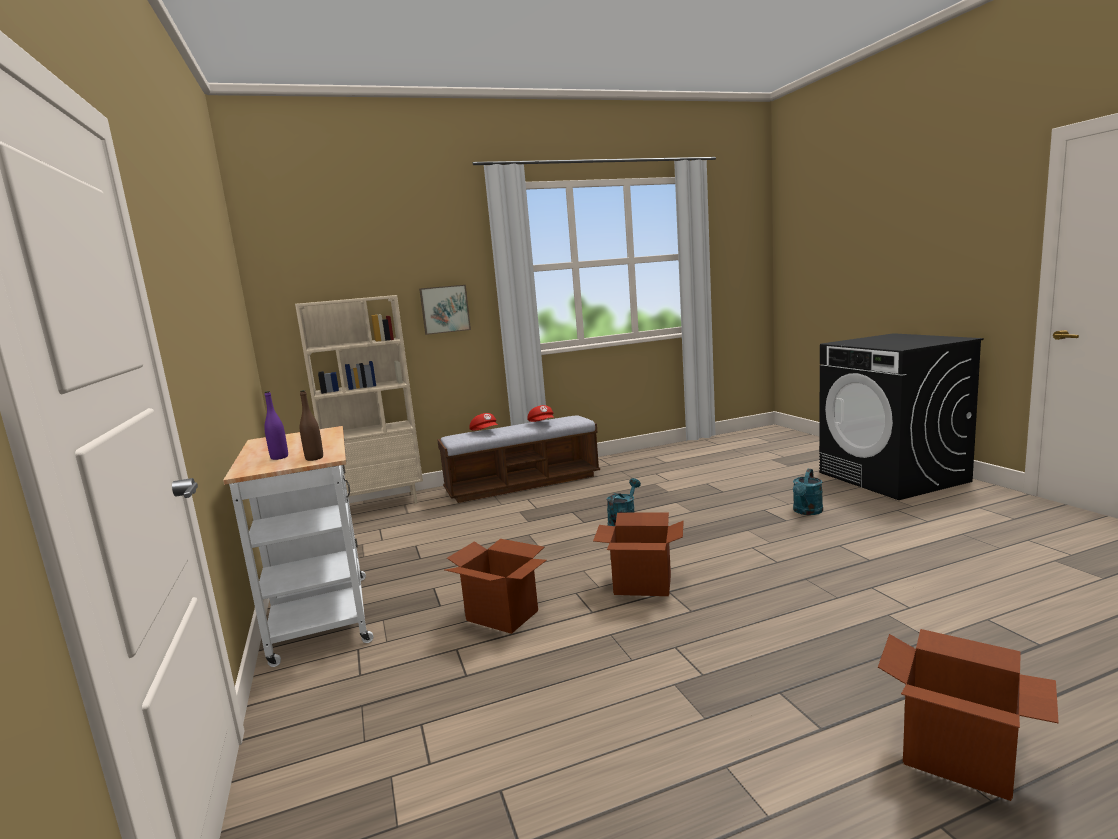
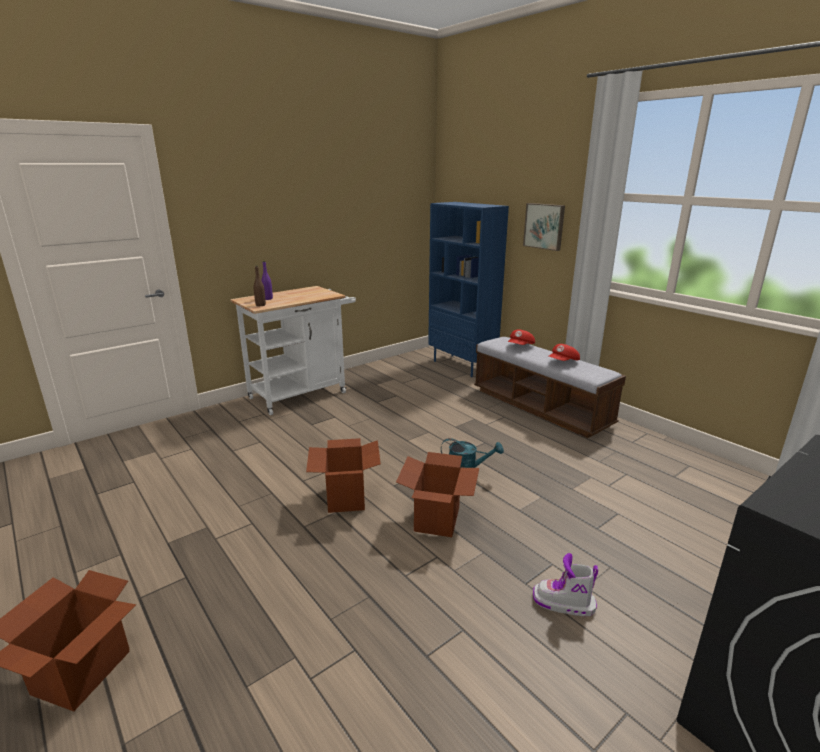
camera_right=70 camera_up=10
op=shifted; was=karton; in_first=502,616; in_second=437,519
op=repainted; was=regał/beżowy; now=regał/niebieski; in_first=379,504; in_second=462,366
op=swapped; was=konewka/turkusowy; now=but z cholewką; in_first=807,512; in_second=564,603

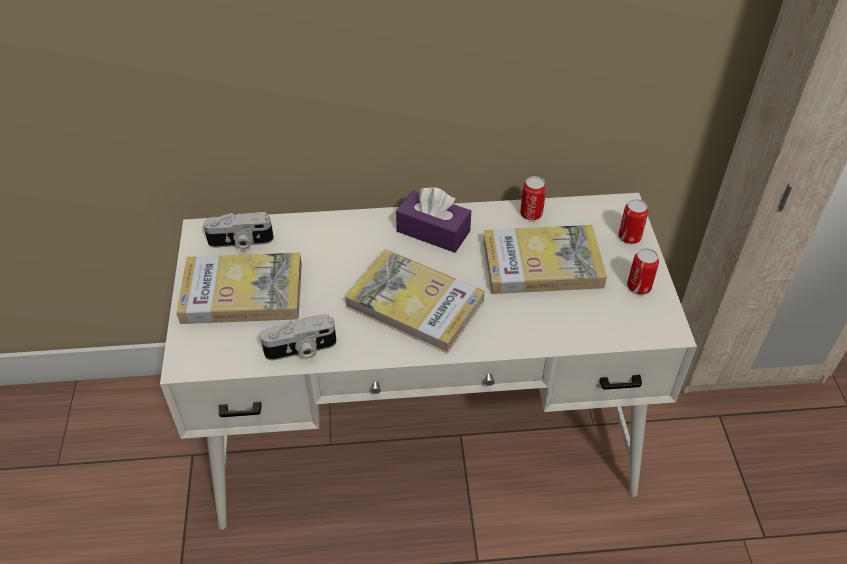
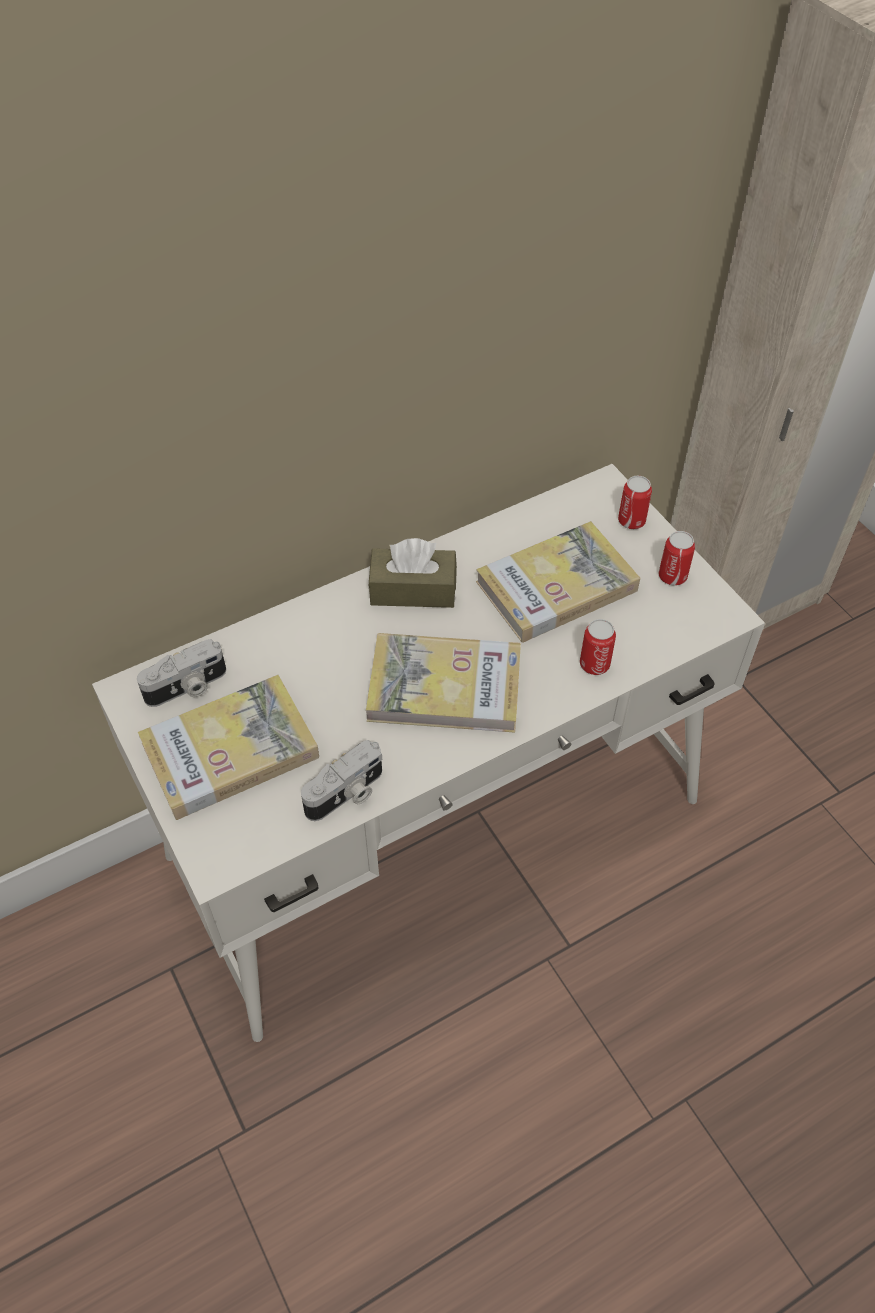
camera_right=-25 camera_up=5
op=repainted; was=pudełko chusteczek/fioletowy; now=pudełko chusteczek/brązowy; in_first=433,231; in_second=413,590
op=shifted; was=puszka; in_first=531,214; in_second=594,664

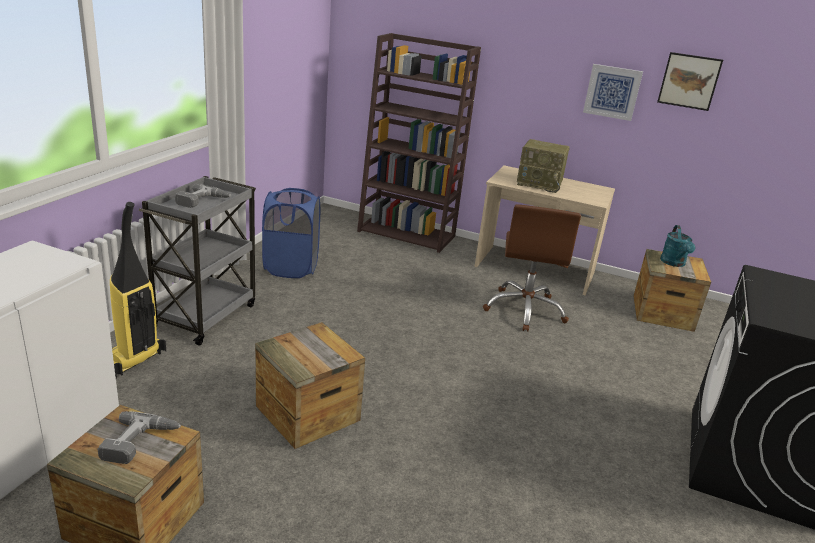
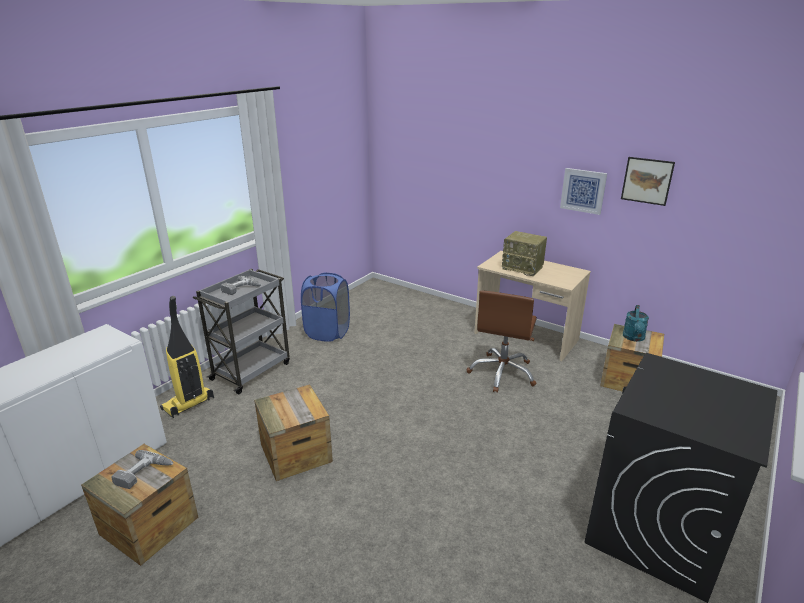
camera_right=15 camera_up=0
op=gone; was=regał/brązowy; in_first=407,234

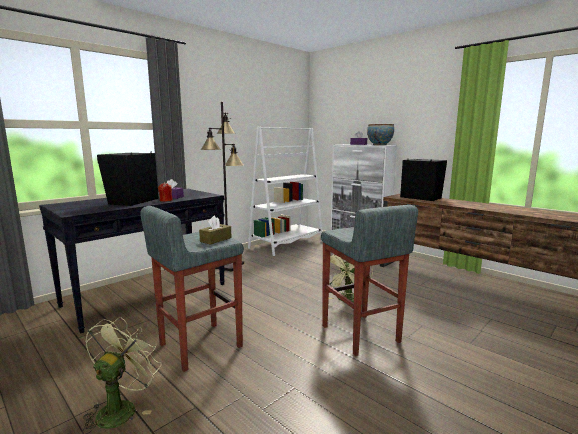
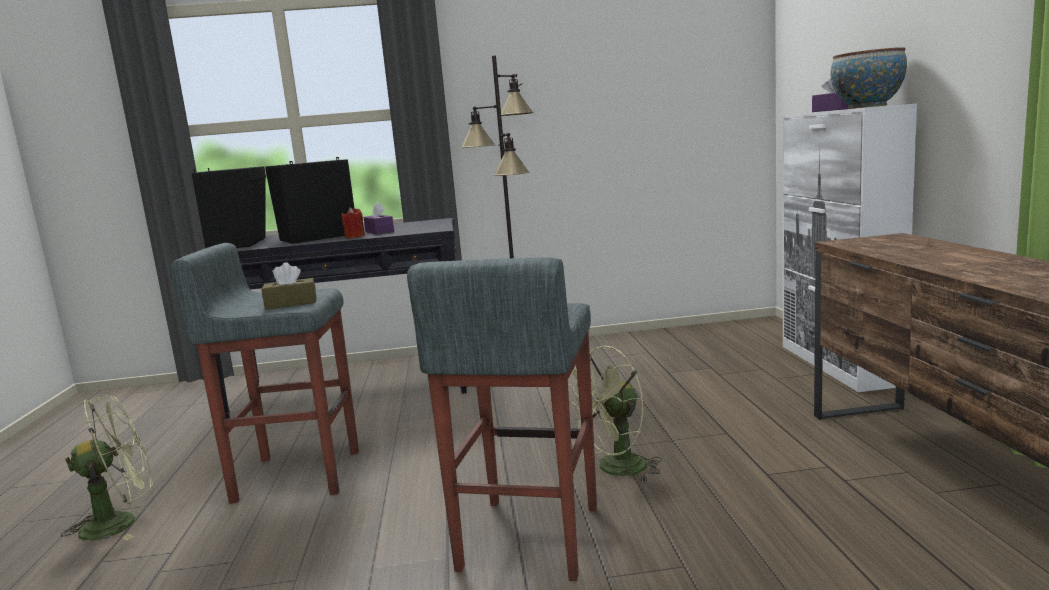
camera_right=40 camera_up=0
op=shifted; was=głośnik/czarny; in_first=420,197; in_second=241,243
op=gone; was=regał/biały; in_first=287,244

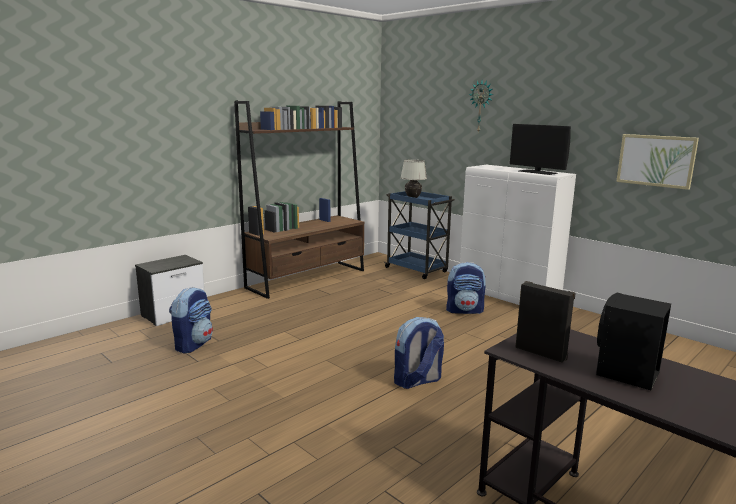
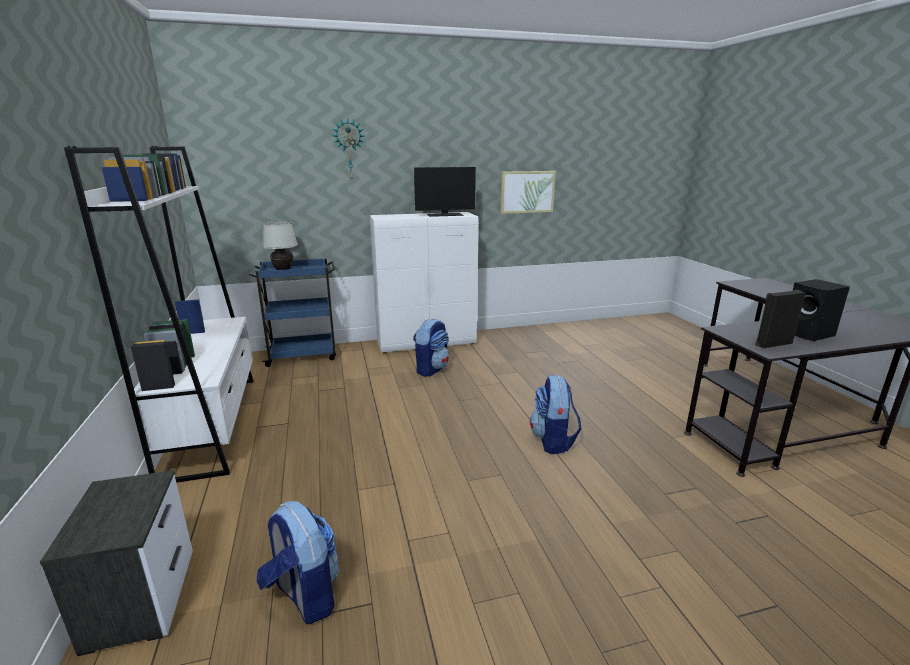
camera_right=-60 camera_up=5
op=repainted; was=regał/brązowy; now=regał/biały; in_first=307,279; in_second=212,423

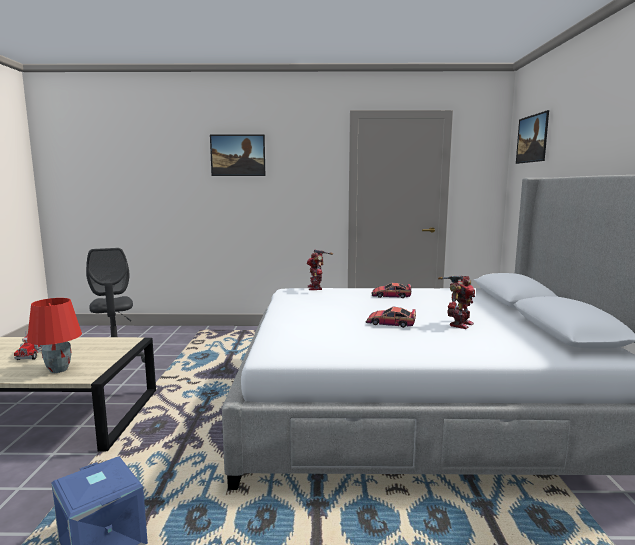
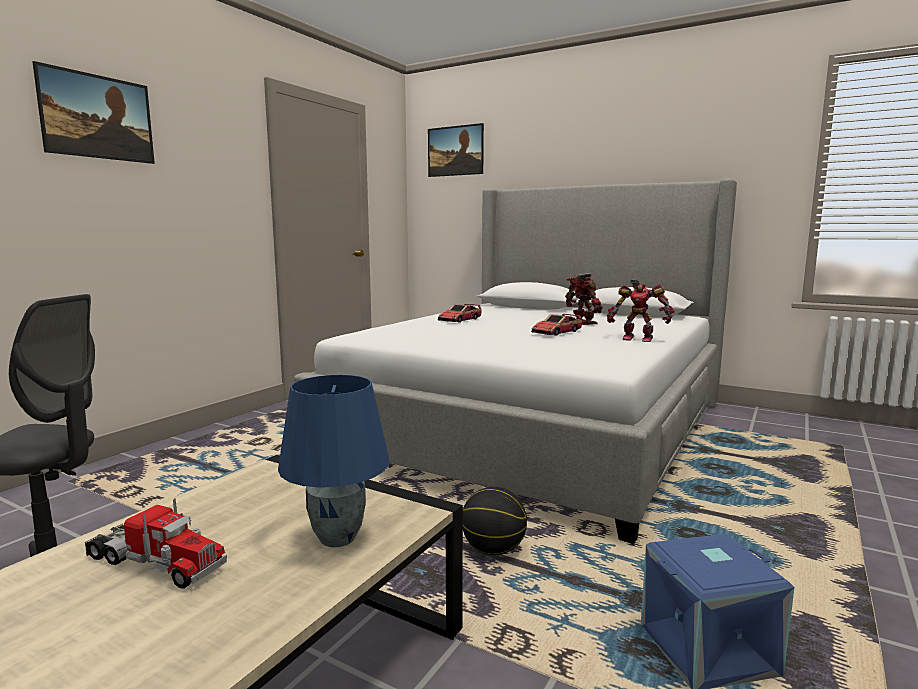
camera_right=-60 camera_up=0
op=repainted; was=lampa stołowa/czerwony; now=lampa stołowa/niebieski; in_first=58,370; in_second=339,538
op=new; now=piłka do koszykówki; in_second=493,549
op=shifted; was=robot zabawkowy; in_first=316,288; in_second=637,339

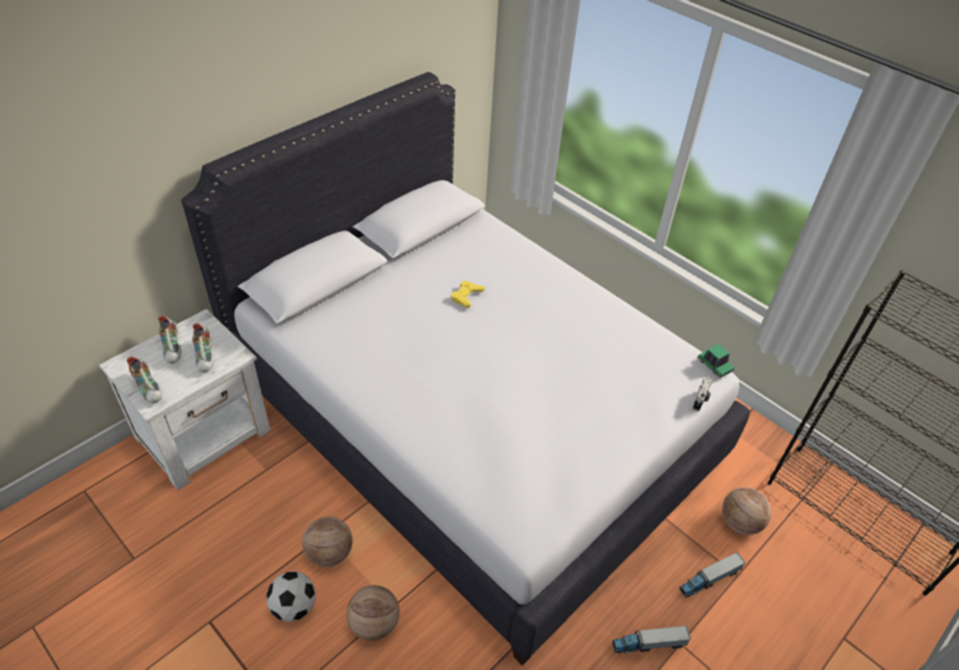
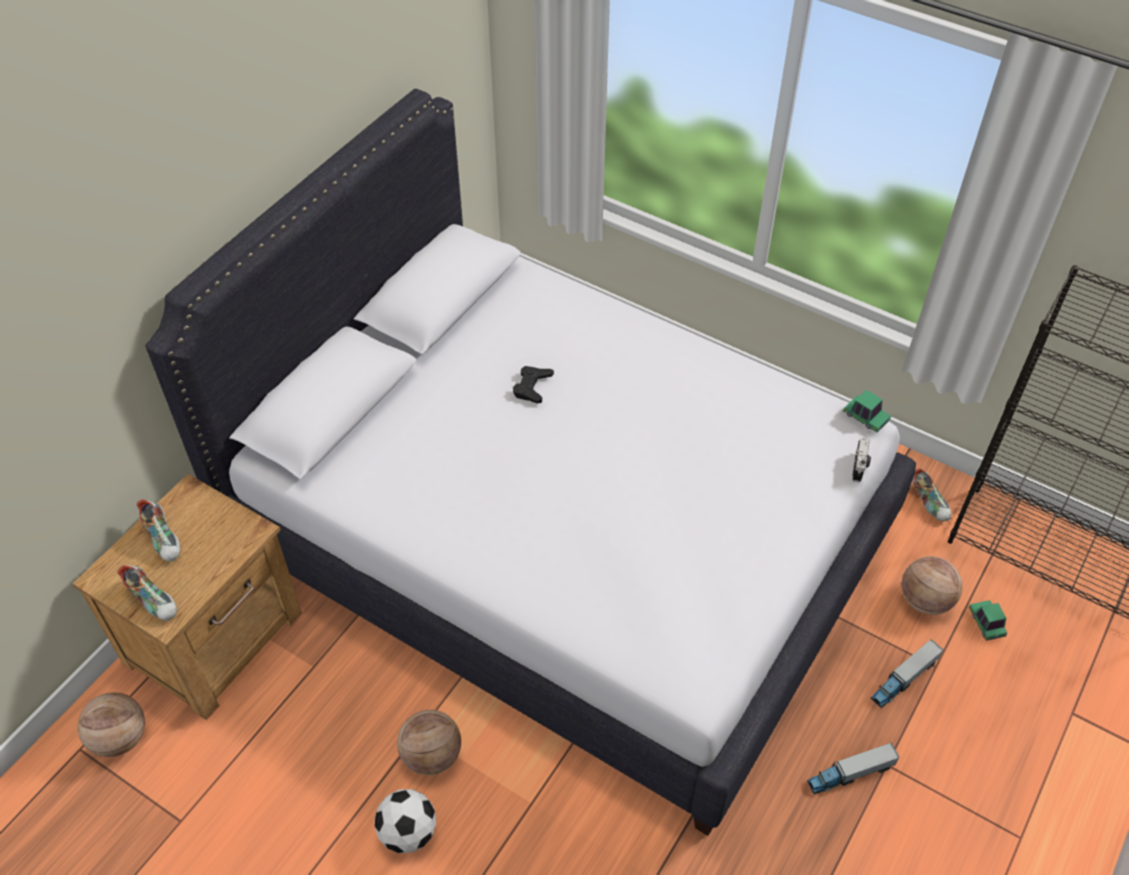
camera_right=-10 camera_up=5
op=repainted; was=szafka nocna/biały; now=szafka nocna/brązowy; in_first=205,434; in_second=216,637
op=shifted; was=piłka do koszykówki; in_first=374,623; in_second=120,738
op=repainted; was=pad do gier/żółty; now=pad do gier/czarny; in_first=466,296; in_second=532,387
op=shifted; was=but; in_first=206,356; in_second=929,502
op=new; now=samochodzik; in_second=986,623

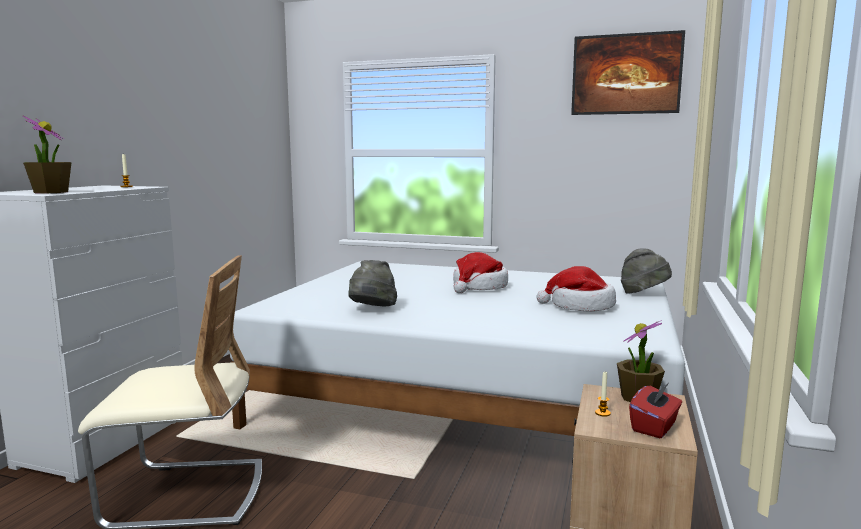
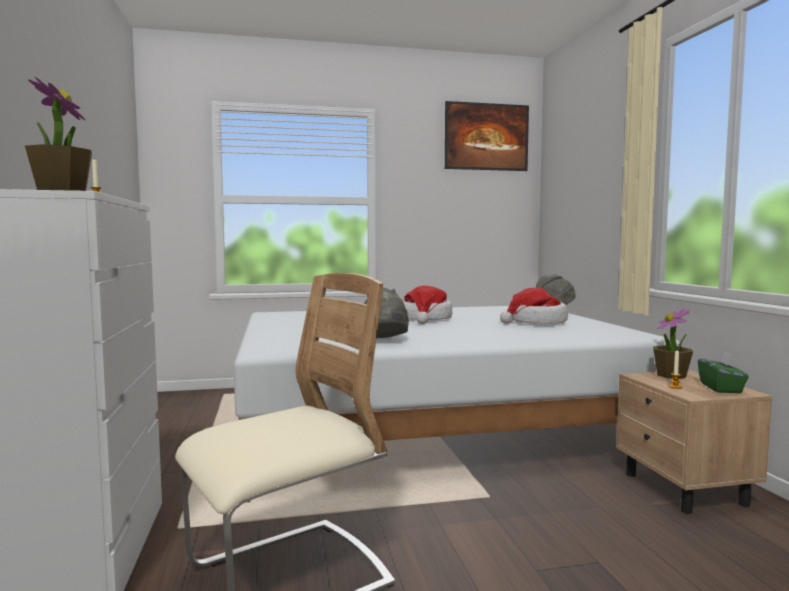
camera_right=-30 camera_up=-5
op=repainted; was=pudełko chusteczek/czerwony; now=pudełko chusteczek/zielony; in_first=654,427; in_second=721,388

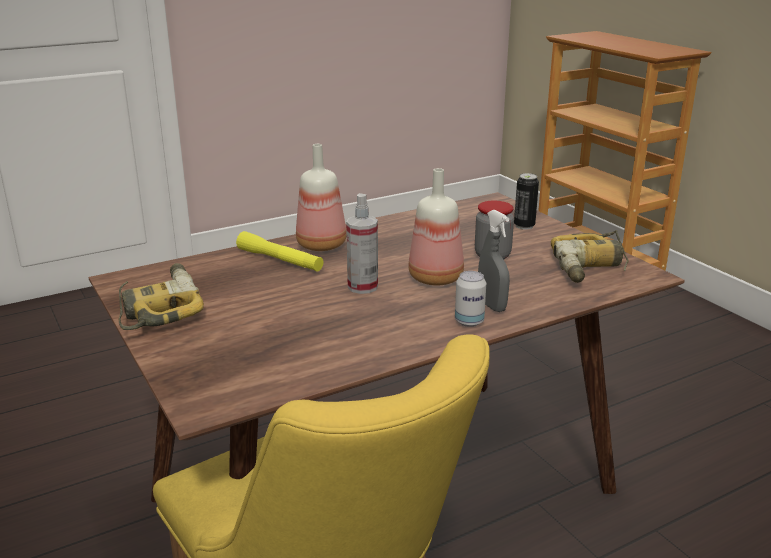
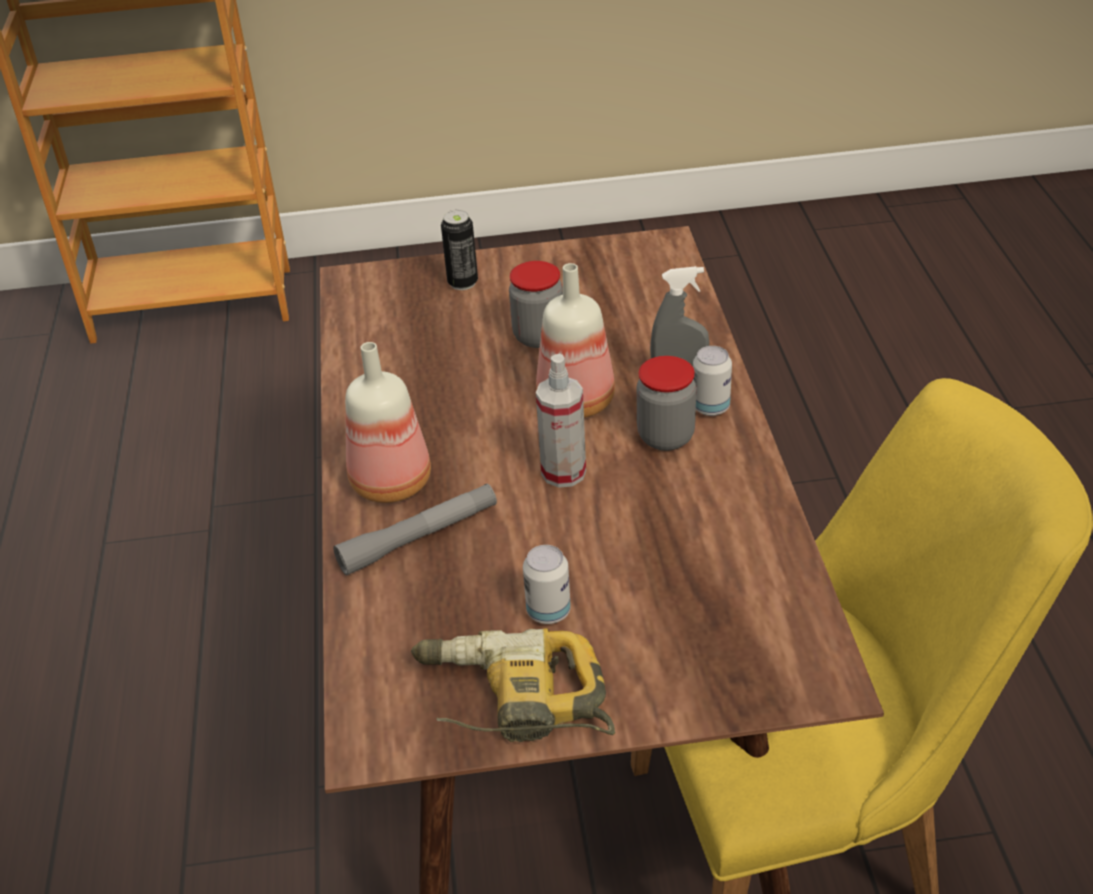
camera_right=-65 camera_up=15
op=repainted; was=latarka/żółty; now=latarka/szary; in_first=280,260; in_second=419,538
op=new; now=puszka; in_second=548,611
op=new; now=słoik; in_second=665,437
op=gone; was=wiertarka; in_first=591,266

